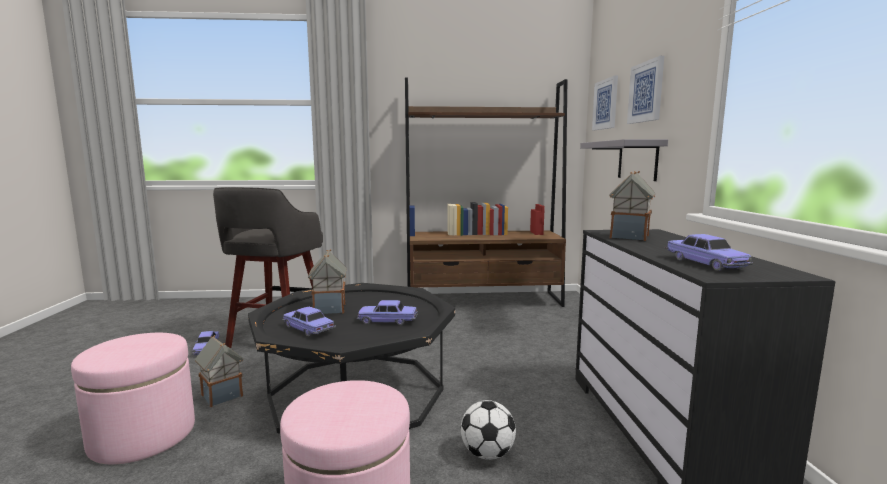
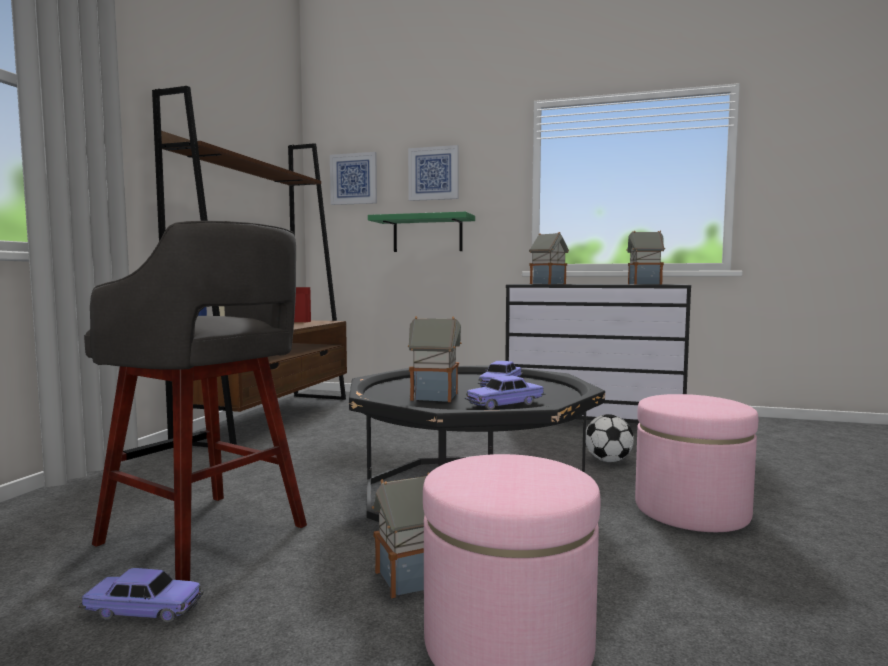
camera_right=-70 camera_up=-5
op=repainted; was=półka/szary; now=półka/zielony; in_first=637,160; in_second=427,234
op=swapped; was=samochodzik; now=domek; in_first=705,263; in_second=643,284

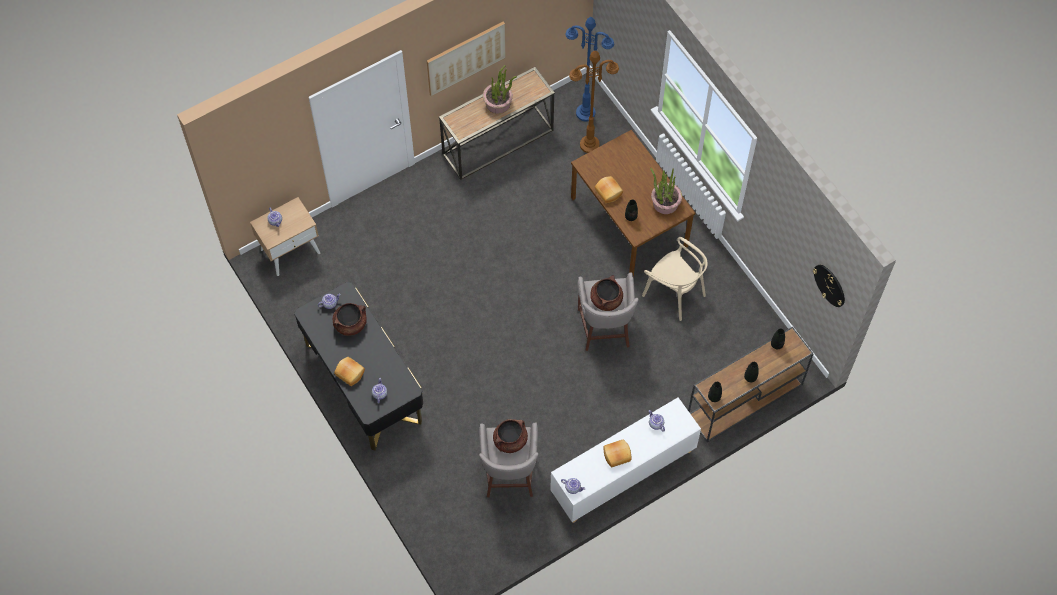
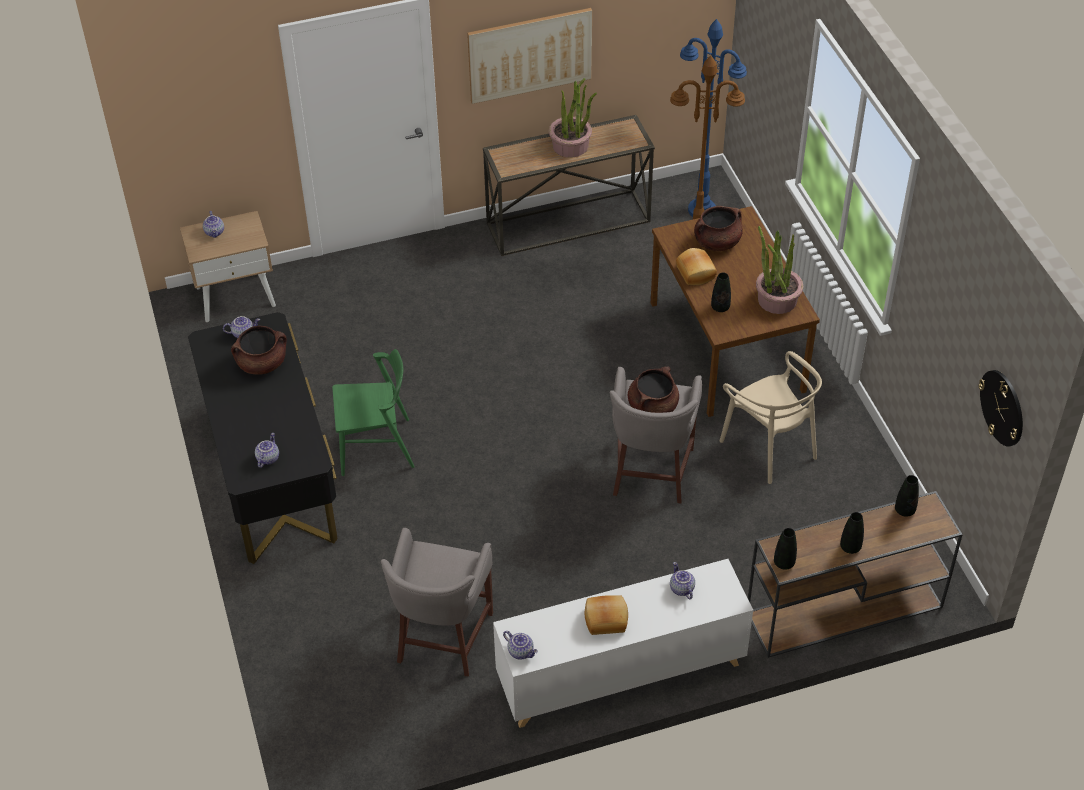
camera_right=15 camera_up=-15
op=new; now=krzesło/zielony; in_second=376,447
op=shifted; was=garnek/brązowy; in_first=510,441; in_second=717,243
op=gone; was=chleb; in_first=350,373

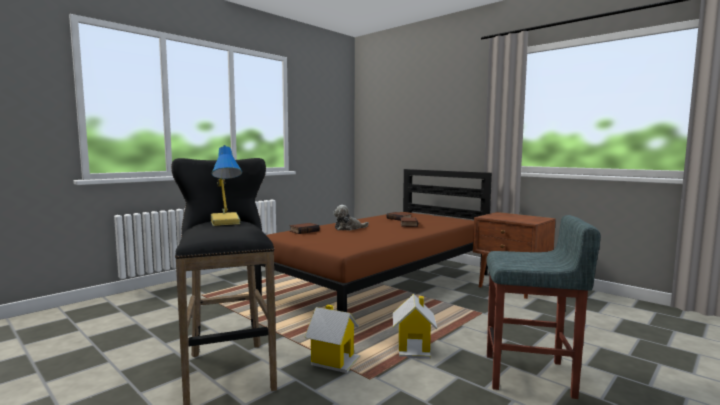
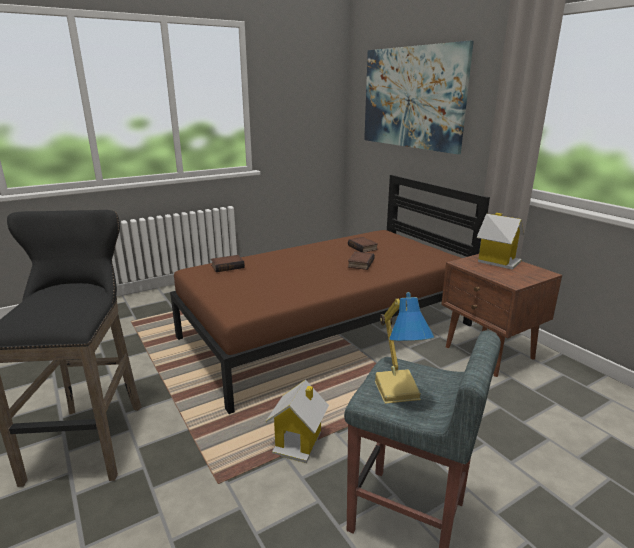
camera_right=15 camera_up=15
op=new; now=obraz; in_second=412,98
op=shifted; was=lampa stołowa; in_first=226,222; in_second=398,389
op=shifted; was=domek; in_first=334,360; in_second=497,261
op=gone; was=pluszak; in_first=348,228

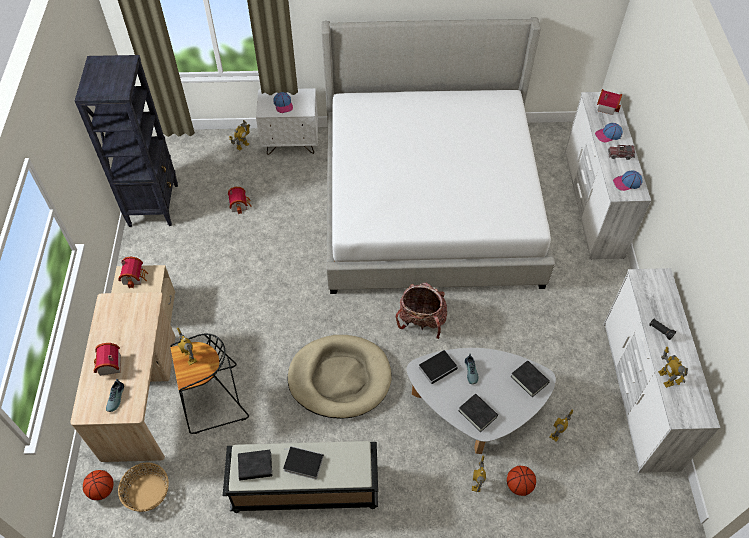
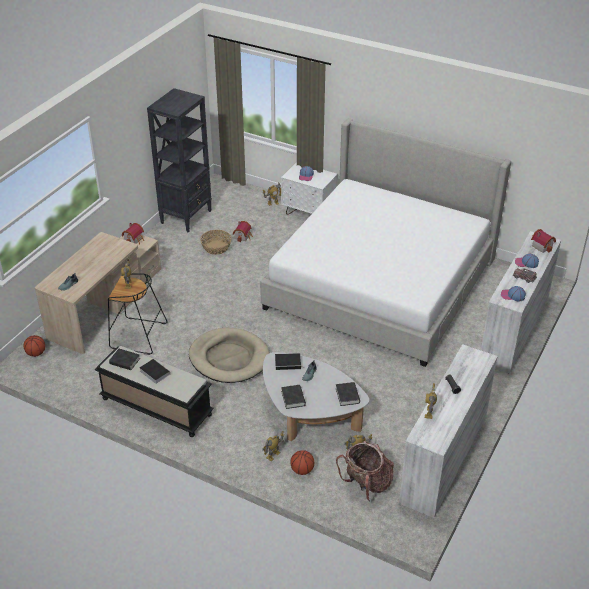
camera_right=30 camera_up=-15
op=shifted; was=koszyk; in_first=147,492; in_second=216,247
op=shifted; was=plecak; in_first=421,321; in_second=366,484
op=gone; was=domek; in_first=108,366

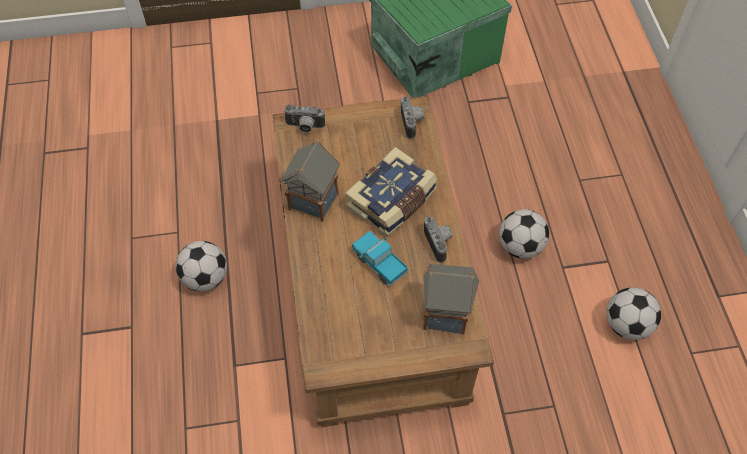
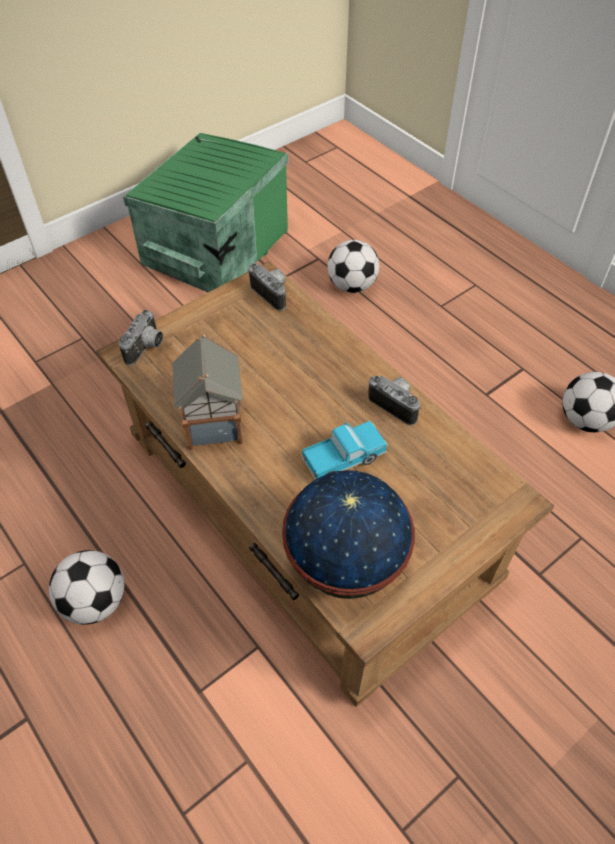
camera_right=-30 camera_up=-5
op=rotated; was=aparat fotograficzny; in_first=304,127; in_second=147,348; clockwise=-45
op=new; now=globus; in_second=345,561
op=rotated; was=ciężarówka zabawkowa; in_first=379,263; in_second=344,459; clockwise=135
op=shifted; was=piłka futbolowa; in_first=520,246; in_second=352,286
op=gone; was=książka; in_first=392,201
op=gone; was=domek; in_first=446,313

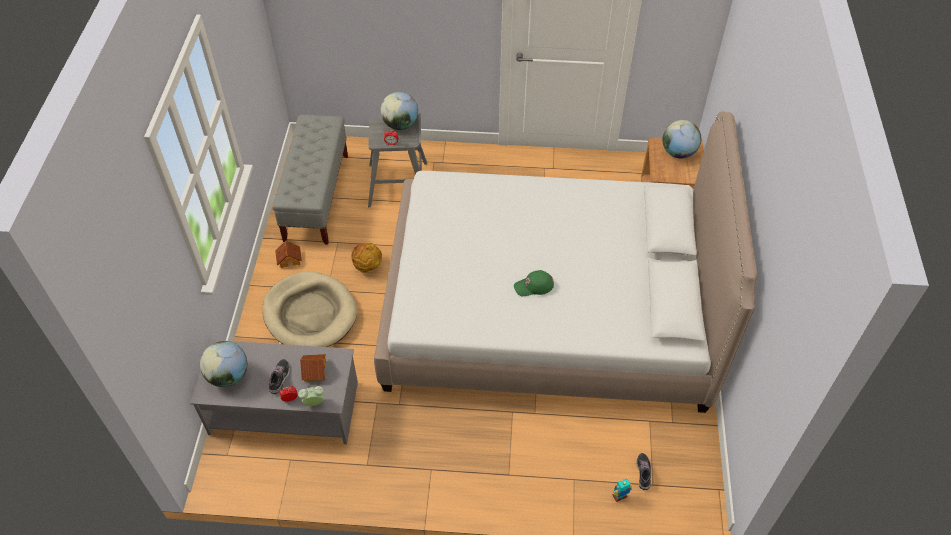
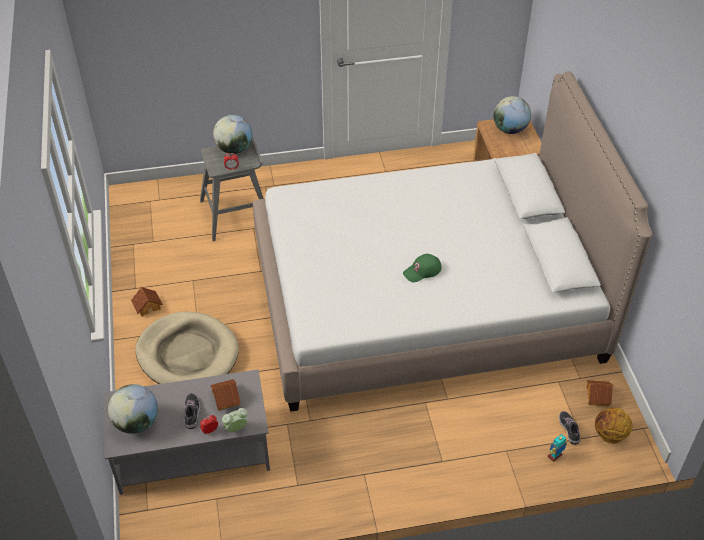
camera_right=-15 camera_up=-5
op=new; now=domek; in_second=597,396
op=shifted; was=piłka do koszykówki; in_first=367,266; in_second=609,435
op=gone; was=ławka/szary; in_first=316,197

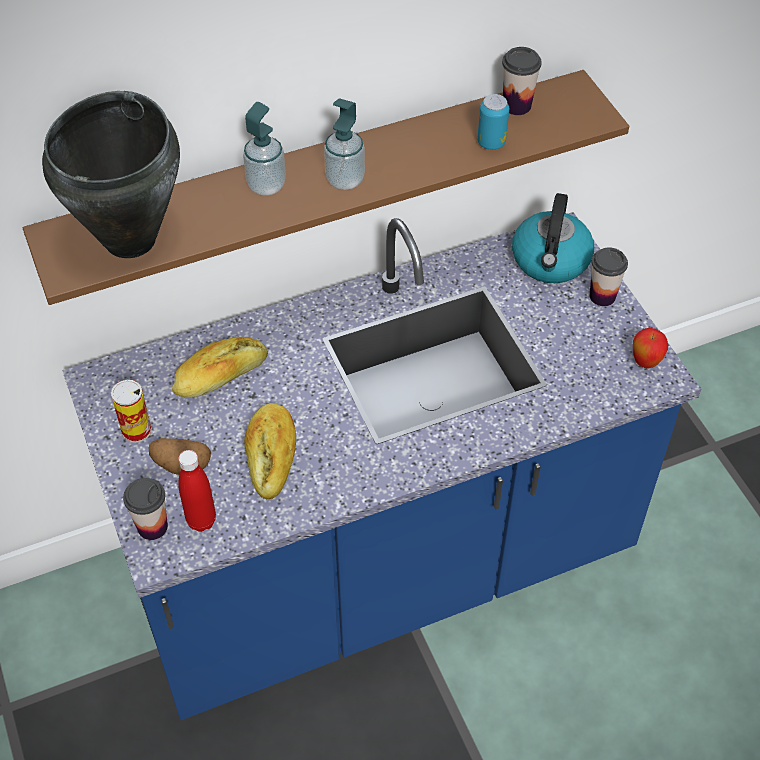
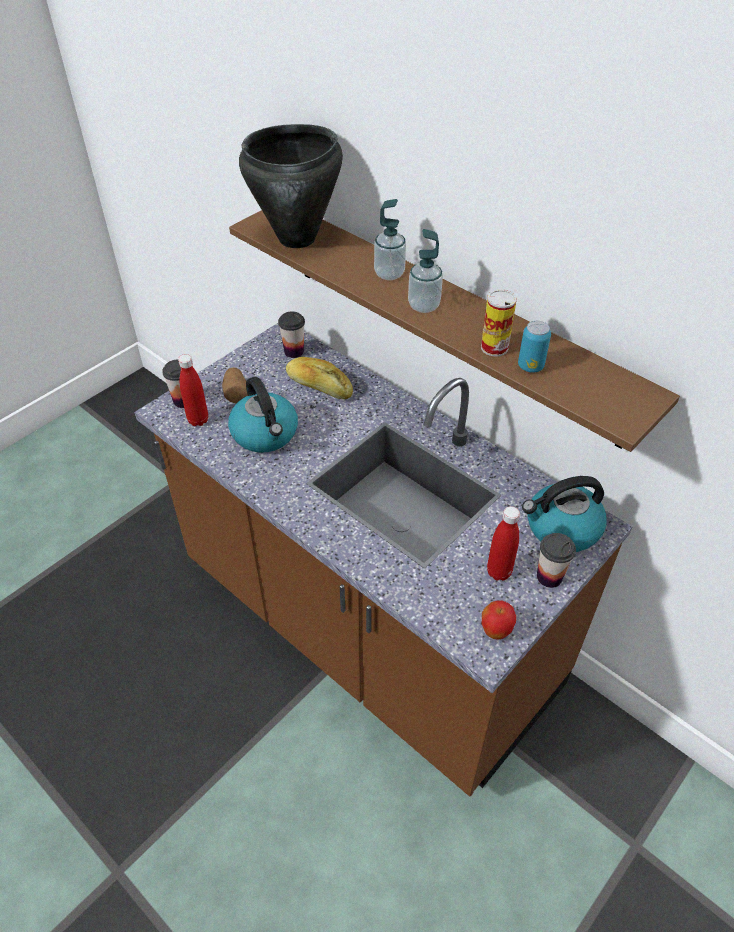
camera_right=65 camera_up=-5
op=repainted; was=zabudowa kuchenna/niebieski; now=zabudowa kuchenna/brązowy; in_first=380,565; in_second=367,627
op=swapped; was=chleb; now=czajnik; in_first=272,457; in_second=265,434
op=shifted; was=filiżanka; in_first=517,105; in_second=294,351
op=shifted; was=puszka; in_first=136,430; in_second=494,347
op=new; now=butelka/czerwony; in_second=499,572

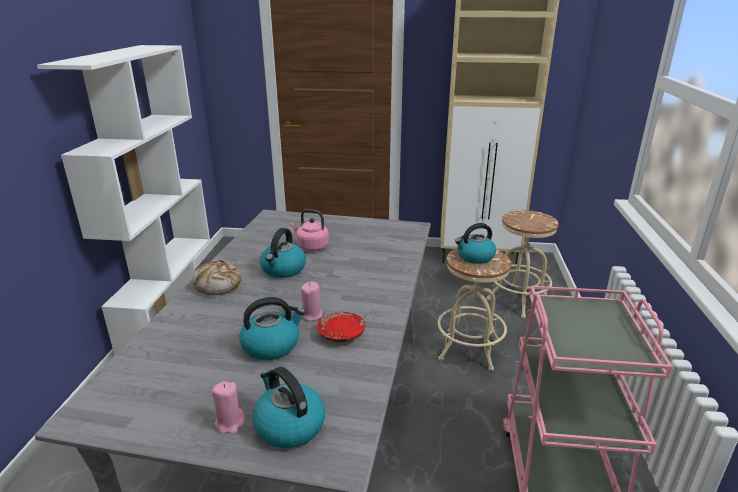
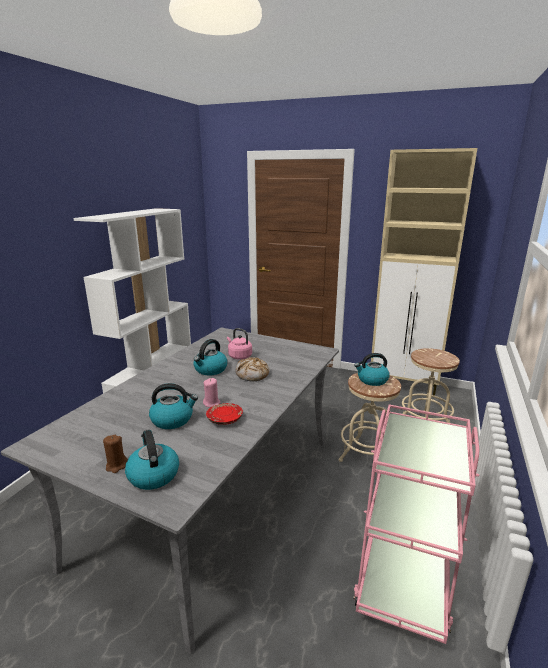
camera_right=15 camera_up=-5
op=repainted; was=świeca/różowy; now=świeca/brązowy; in_first=230,423; in_second=116,466
op=shifted; was=chleb; in_first=218,285; in_second=252,375

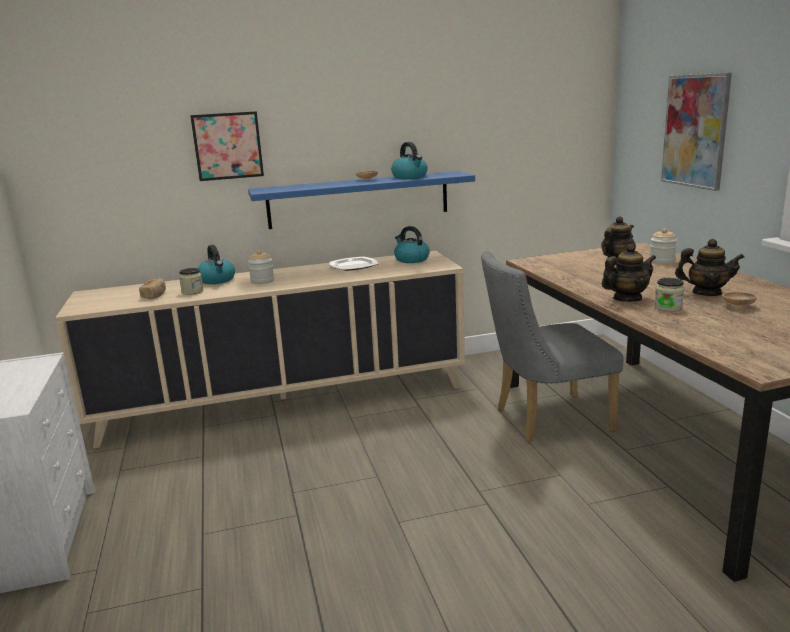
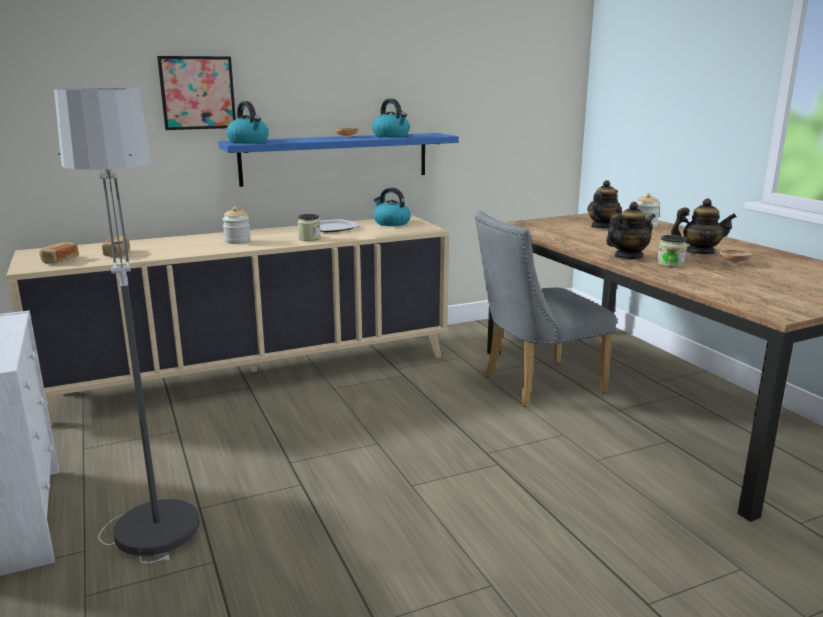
camera_right=-10 camera_up=0
op=new; now=chleb; in_second=59,260
op=new; now=lampa stojąca; in_second=150,498
op=shifted; was=czajnik; in_first=217,280; in_second=249,142
op=shifted; was=słoik; in_first=192,292; in_second=309,238
op=gone; was=obraz; in_first=695,131

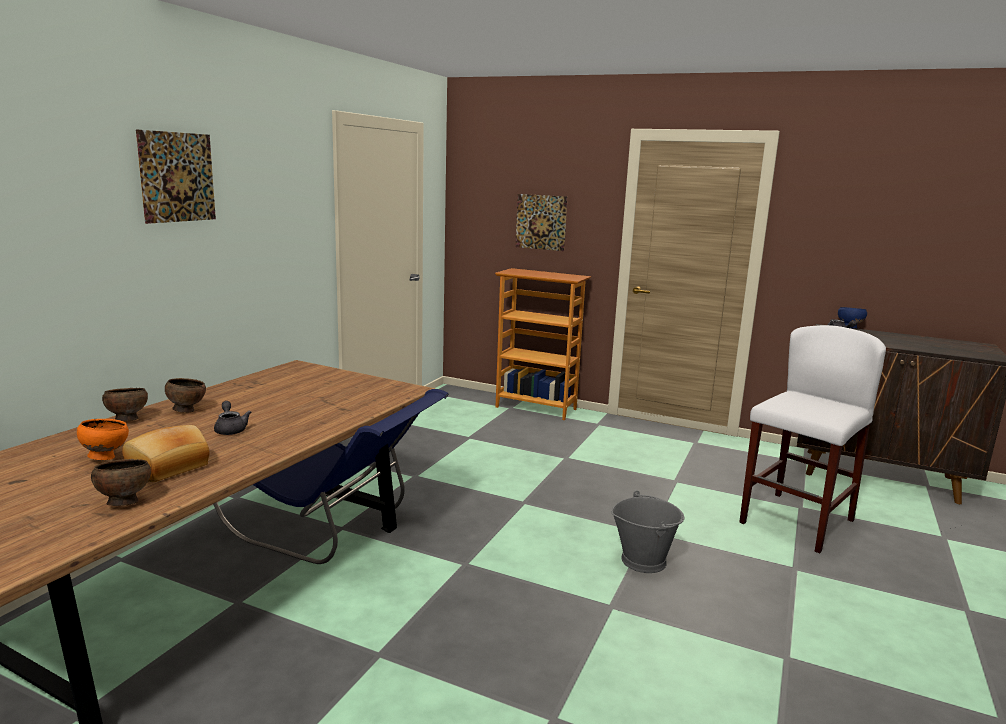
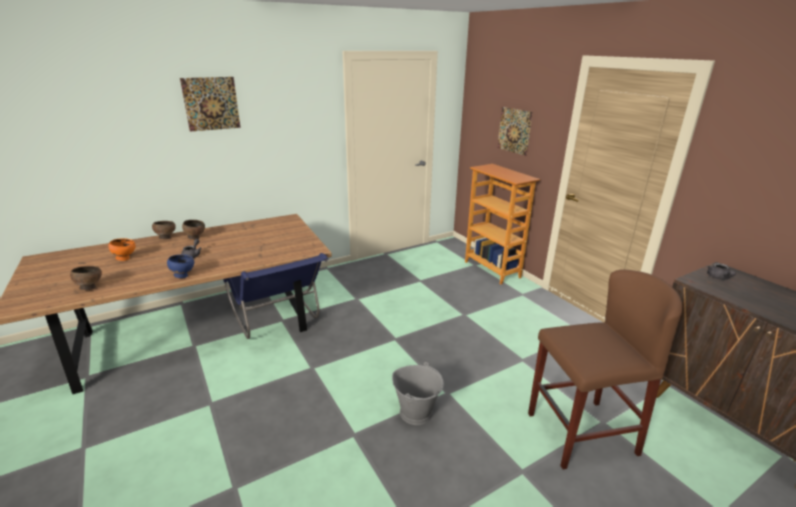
camera_right=35 camera_up=10
op=shifted; was=miska/niebieski; in_first=849,328; in_second=183,276
op=repainted; was=stołek/biały; now=stołek/brązowy; in_first=796,521; in_second=581,433
op=gone; was=chleb; in_first=168,468

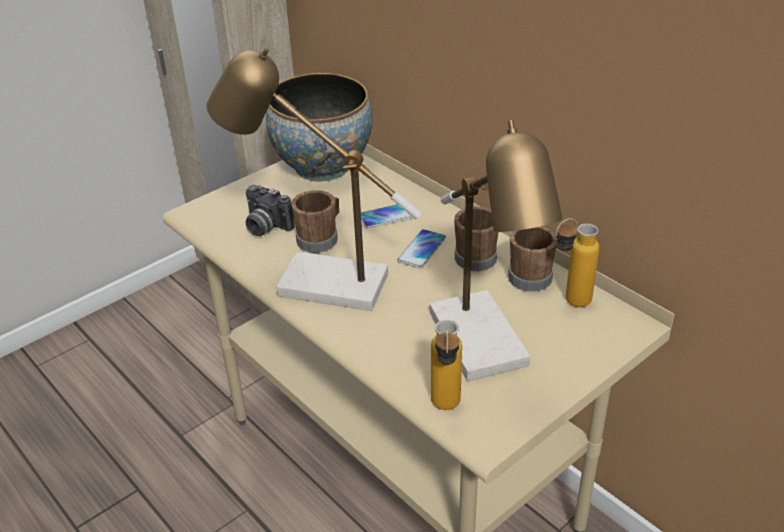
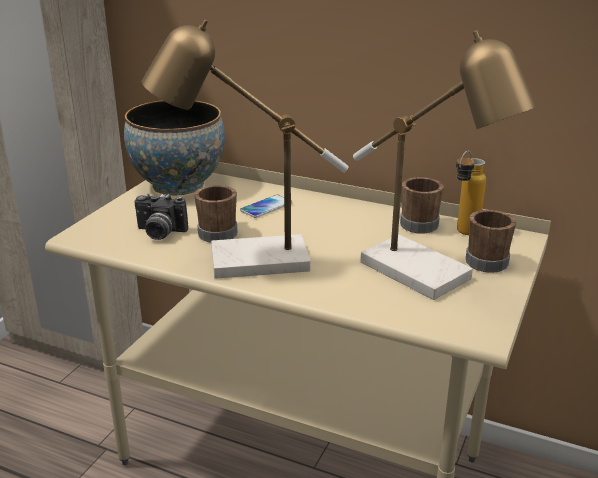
camera_right=-25 camera_up=-10
op=shifted; was=kubek/brązowy; in_first=477,256; in_second=485,260
op=gone; was=telefon; in_first=422,250
op=gone; was=butelka; in_first=445,410

